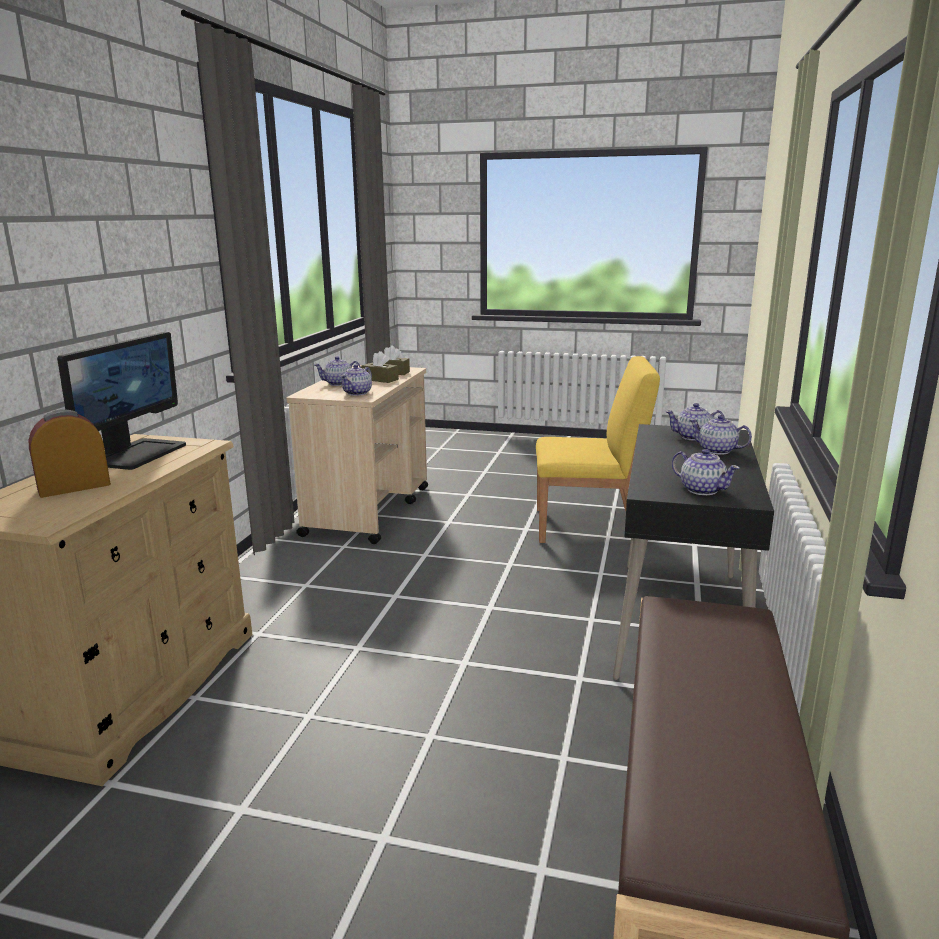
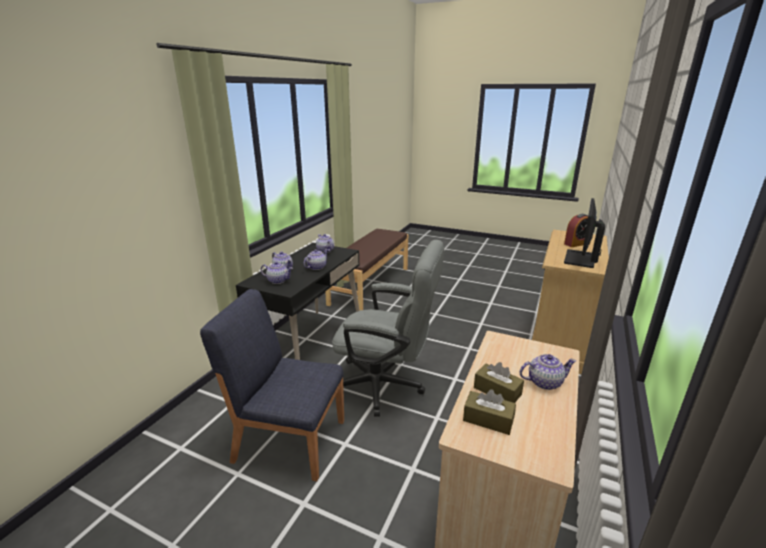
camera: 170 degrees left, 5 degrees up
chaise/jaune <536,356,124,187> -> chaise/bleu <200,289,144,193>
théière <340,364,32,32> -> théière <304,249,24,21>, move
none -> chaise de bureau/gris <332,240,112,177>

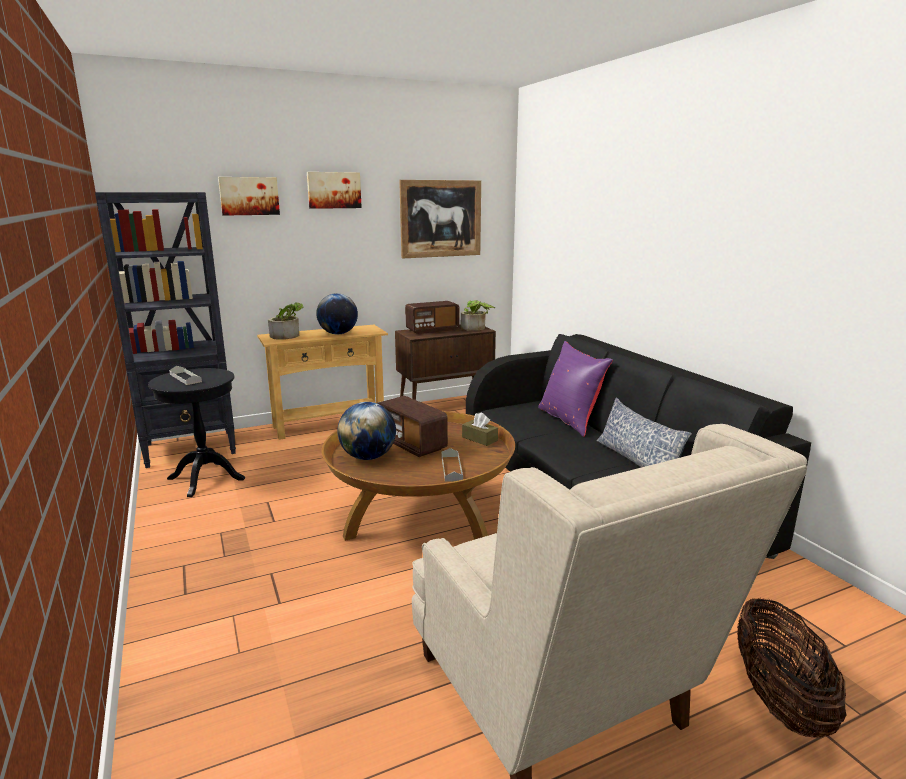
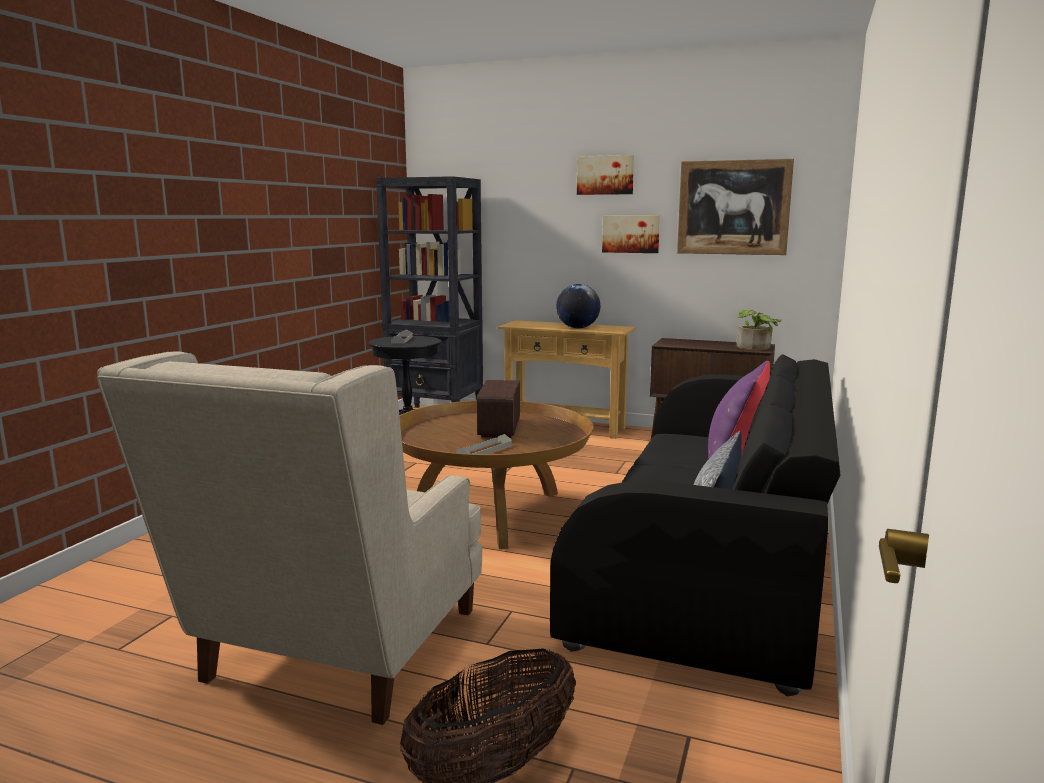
camera: 45 degrees right, 5 degrees down
tableau <218,177,62,39> -> tableau <602,215,58,38>, move
radio <405,301,54,33> -> none
plante en pot <268,302,36,38> -> none
globe <337,402,59,58> -> none
boîte à mouchoirs/marron <462,412,36,34> -> none

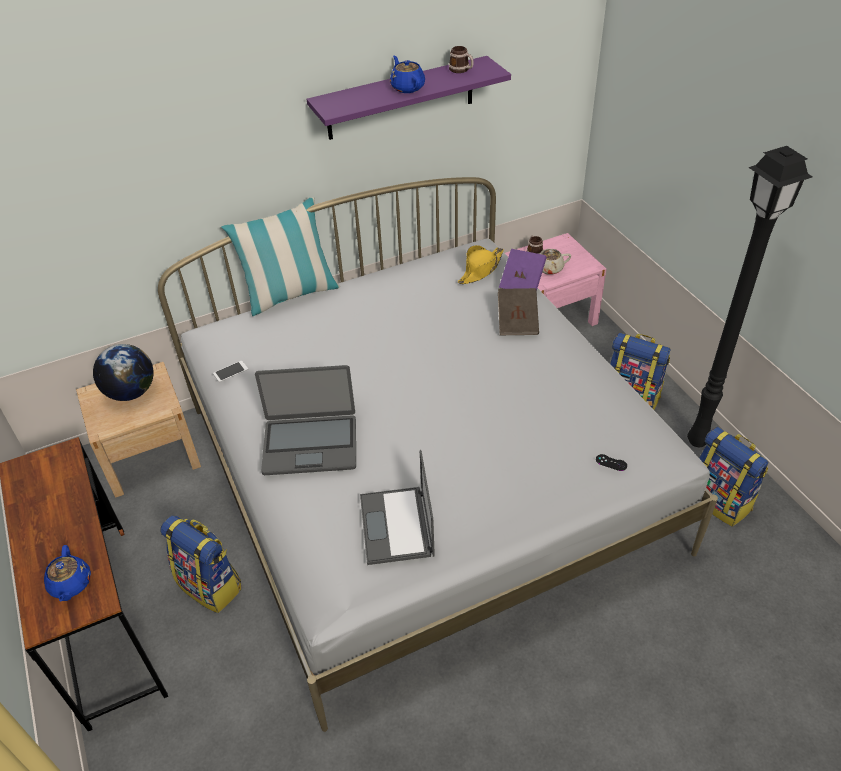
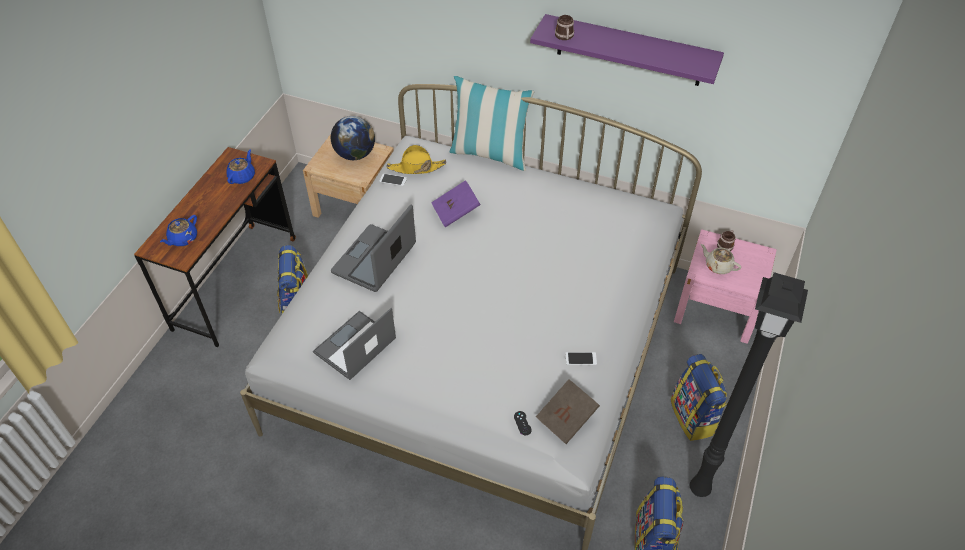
camera: 45 degrees right, 5 degrees up
mug <449,46,25,27> -> mug <555,15,19,25>, move
théière/bleu <390,56,35,37> -> théière/bleu <226,150,29,34>, move
chapeau/jaune <458,245,46,39> -> chapeau/jaune <387,145,59,29>, move
livre/violet <499,249,48,42> -> livre/violet <431,180,50,47>, move
livre/marron <498,288,41,47> -> livre/marron <536,379,64,65>, move
ordinateur portable <255,365,101,110> -> ordinateur portable <331,205,85,87>, 75 degrees clockwise
none -> téléphone <566,352,31,13>

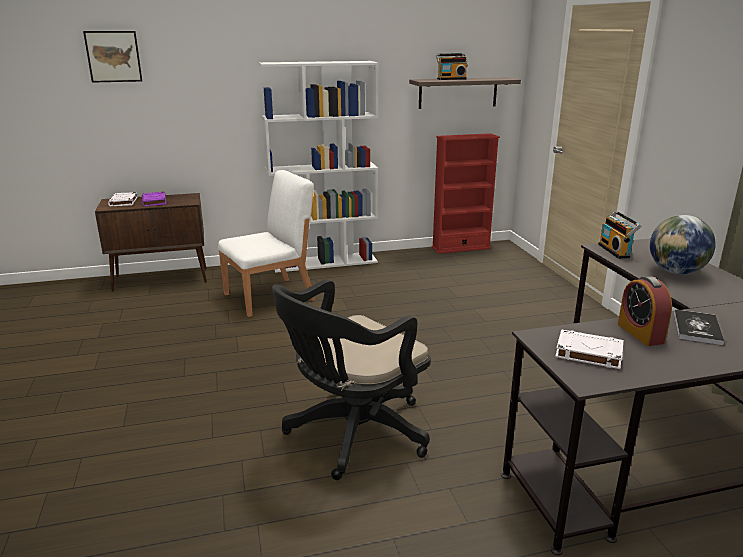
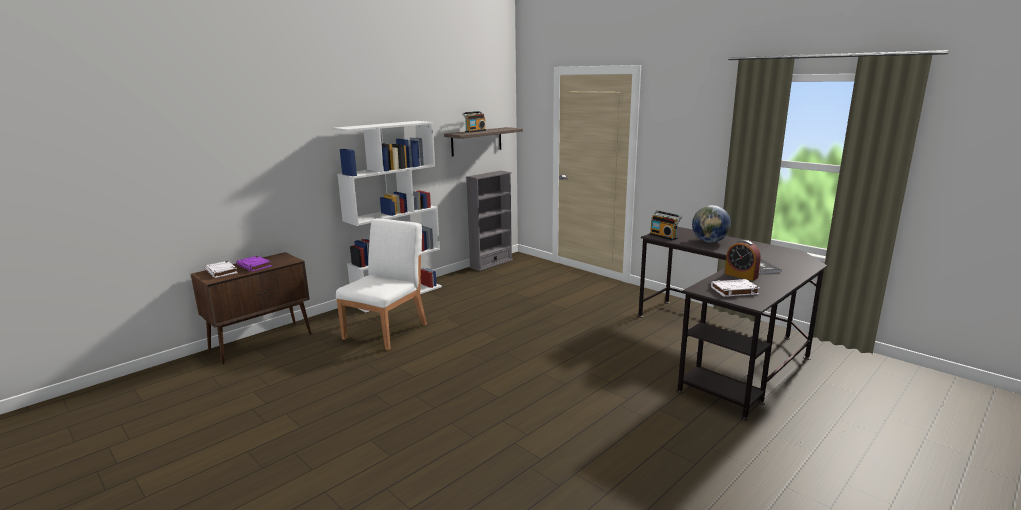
camera: 30 degrees left, 5 degrees down
tableau <83,31,59,52> -> none
bibliothèque/rouge <432,133,68,121> -> bibliothèque/gris <466,171,47,100>
chaise de bureau/noir <272,279,159,201> -> none

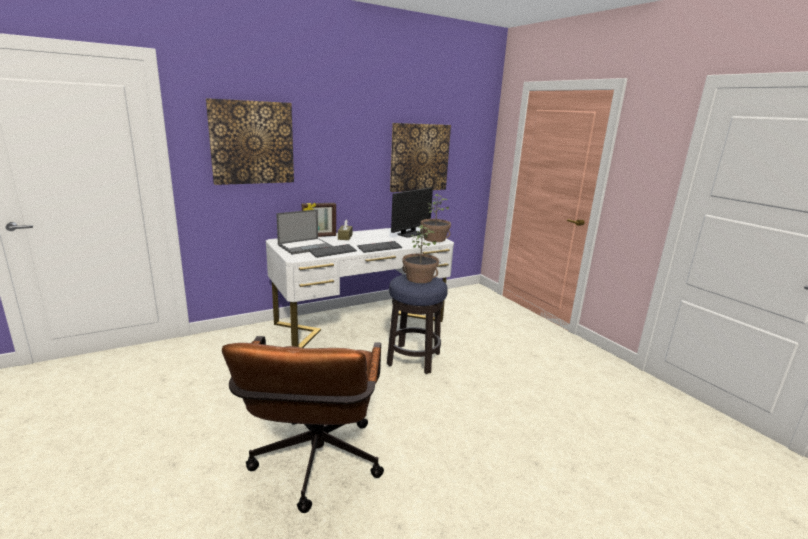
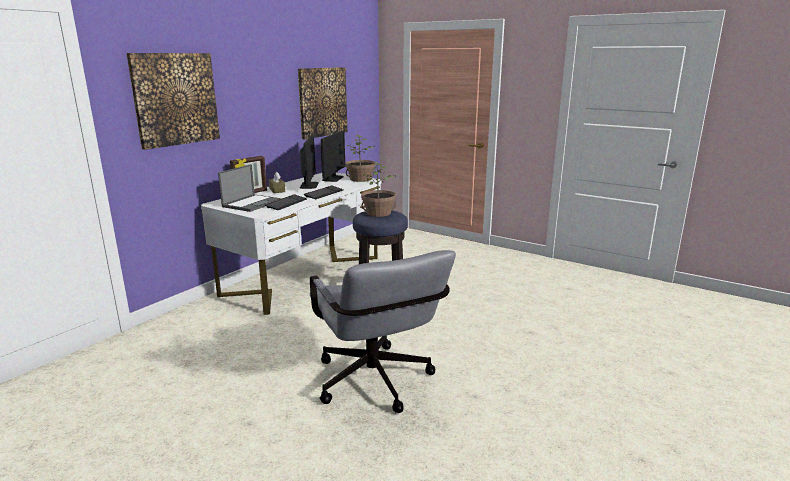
camera: 25 degrees left, 0 degrees up
chaise de bureau/marron <222,336,162,177> -> chaise de bureau/gris <310,250,146,163>
none -> écran d'ordinateur <300,134,19,55>

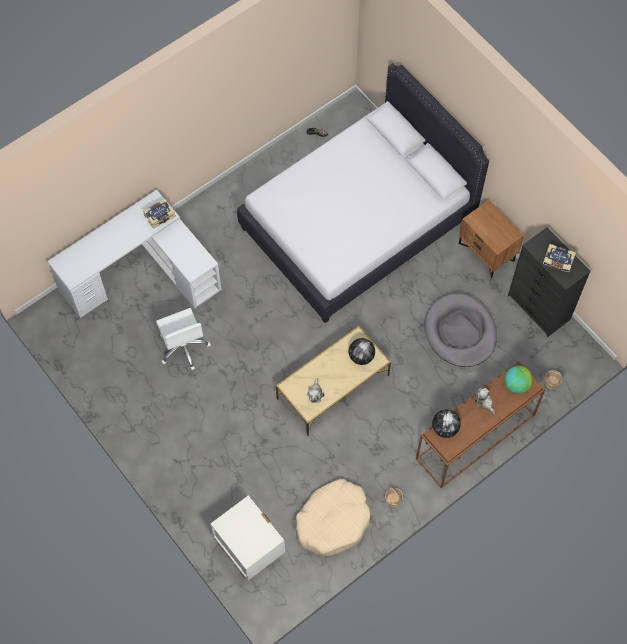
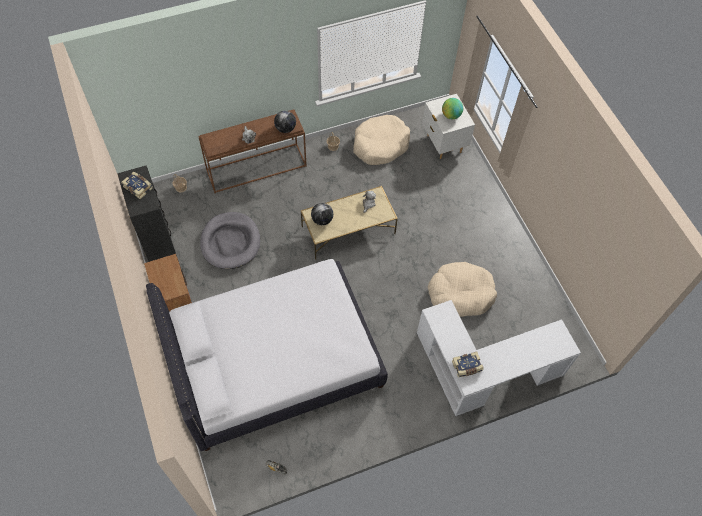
camera: 165 degrees left, 5 degrees down
chaise de bureau/blanc <156,308,55,62> -> panier pour chien/beige <428,262,69,55>
globe <504,366,29,28> -> globe <442,98,21,21>, move

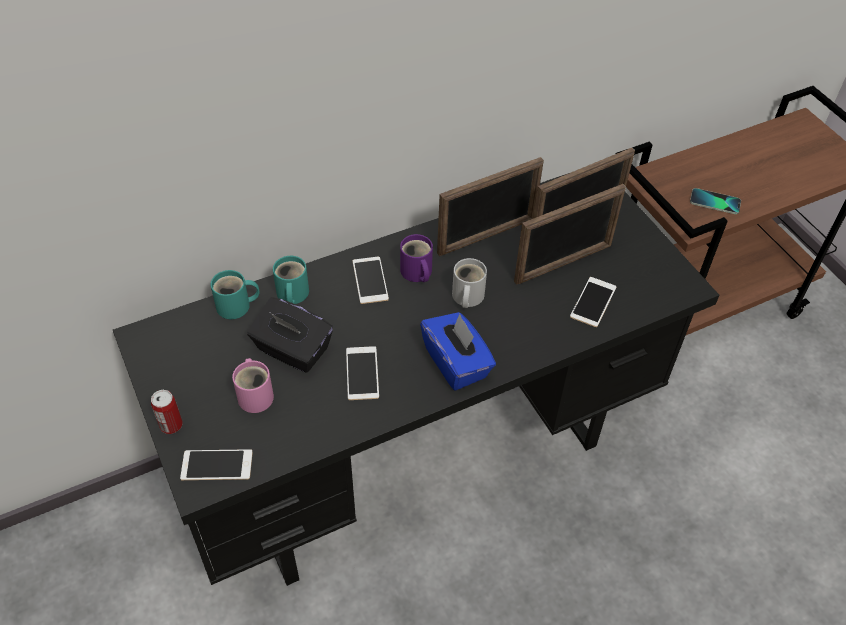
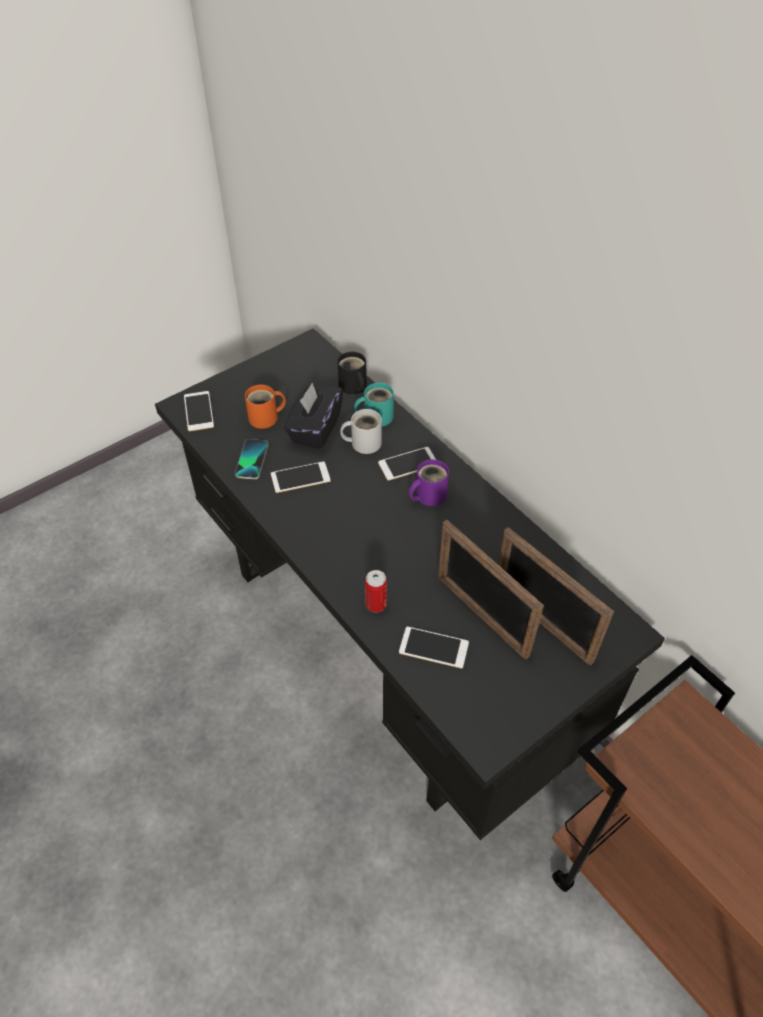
camera: 80 degrees right, 0 degrees up
cadre photo <437,157,107,99> -> none
téléphone <690,188,51,26> -> téléphone <235,439,33,41>, move
mug/blanc <452,258,35,50> -> mug/blanc <340,409,42,45>, move
mug/turquoise <211,270,49,49> -> mug/noir <337,352,30,42>
boîte à mouchoirs/bleu <420,312,76,79> -> none
mug/rose <232,358,42,55> -> mug/orange <245,385,41,44>
boîte métallique <151,390,32,44> -> boîte métallique <365,570,22,42>, move

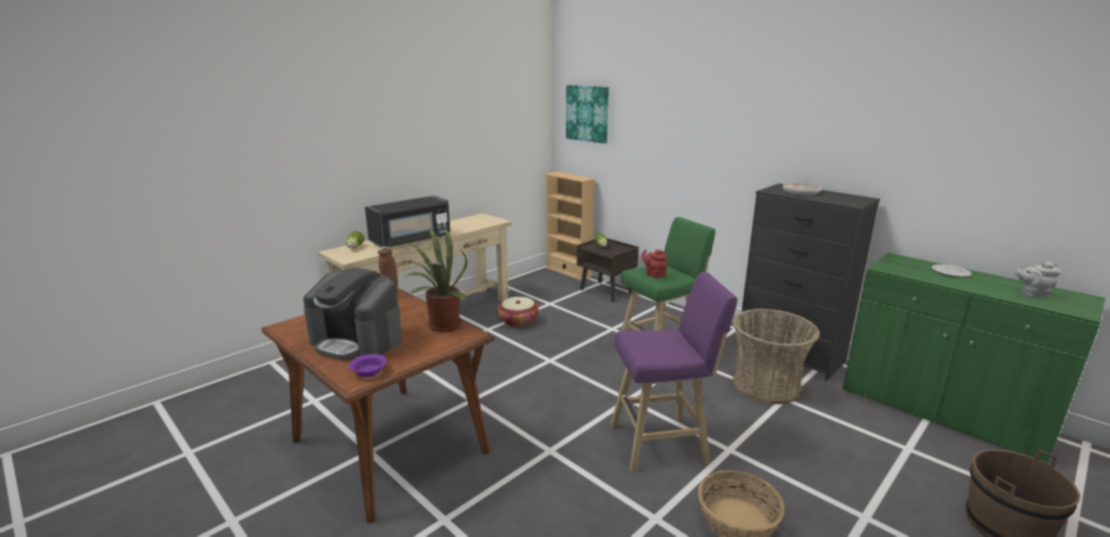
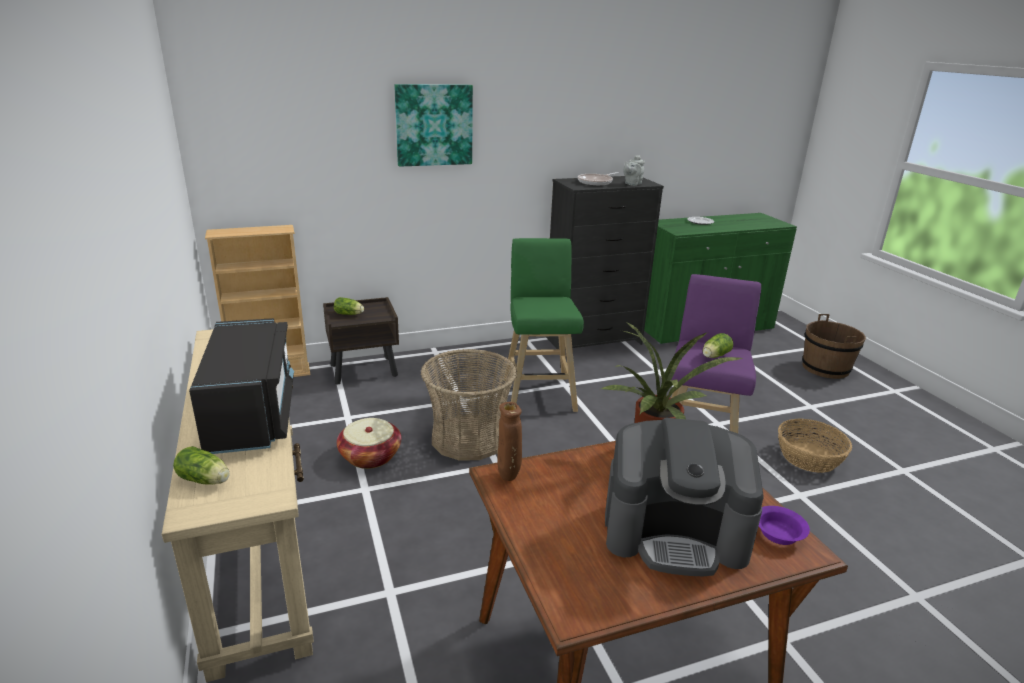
camera: 65 degrees left, 5 degrees up
tableau <566,85,43,59> -> tableau <394,84,79,83>, move
théière/rouge <642,249,25,29> -> none
théière/gris <1015,262,46,37> -> théière/gris <623,155,22,31>, move
machine à café <303,267,99,93> -> machine à café <605,418,159,158>, 45 degrees clockwise
panier <732,309,88,95> -> panier <420,349,97,112>, move
none -> laitue <703,333,30,25>

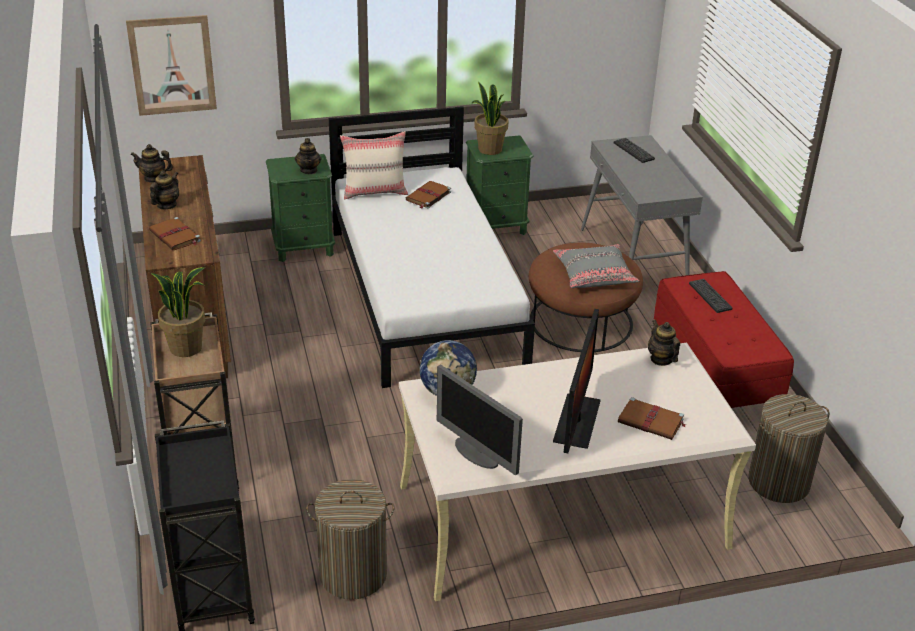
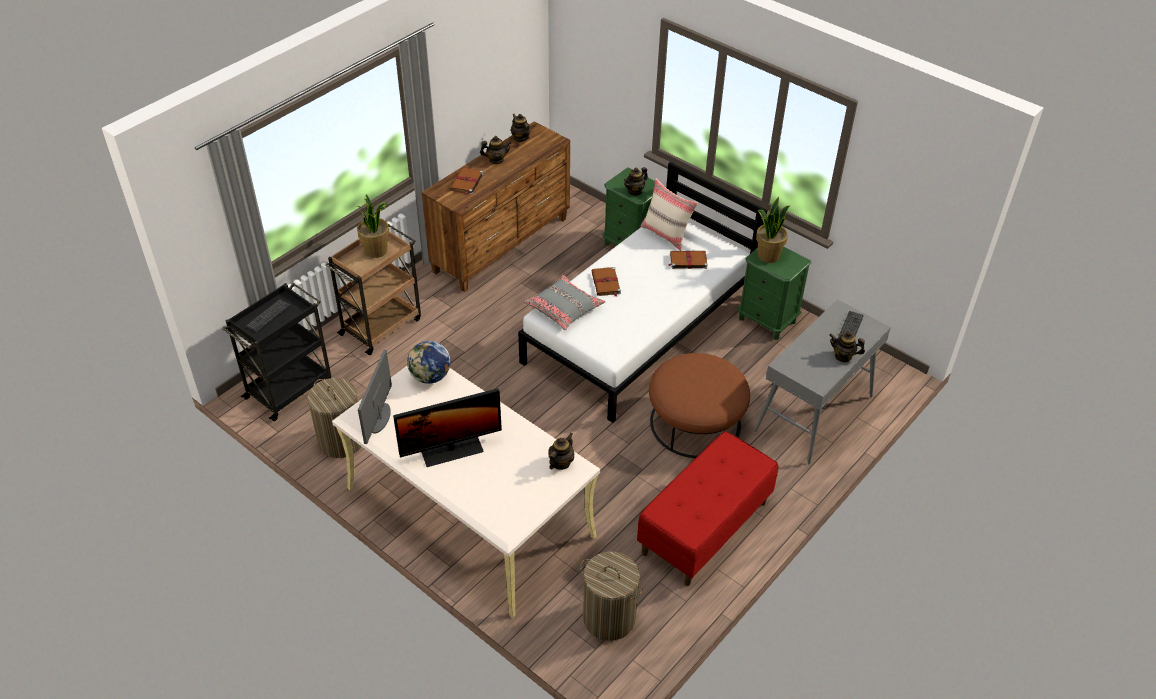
camera: 55 degrees right, 10 degrees up
tableau <126,15,91,101> -> none
coussin/gris <553,244,86,44> -> coussin/gris <524,275,81,55>, move
clavier <689,279,43,34> -> clavier <247,300,44,33>, move
livre/marron <618,397,68,43> -> livre/marron <591,267,30,29>, move
none -> théière <829,331,36,31>

